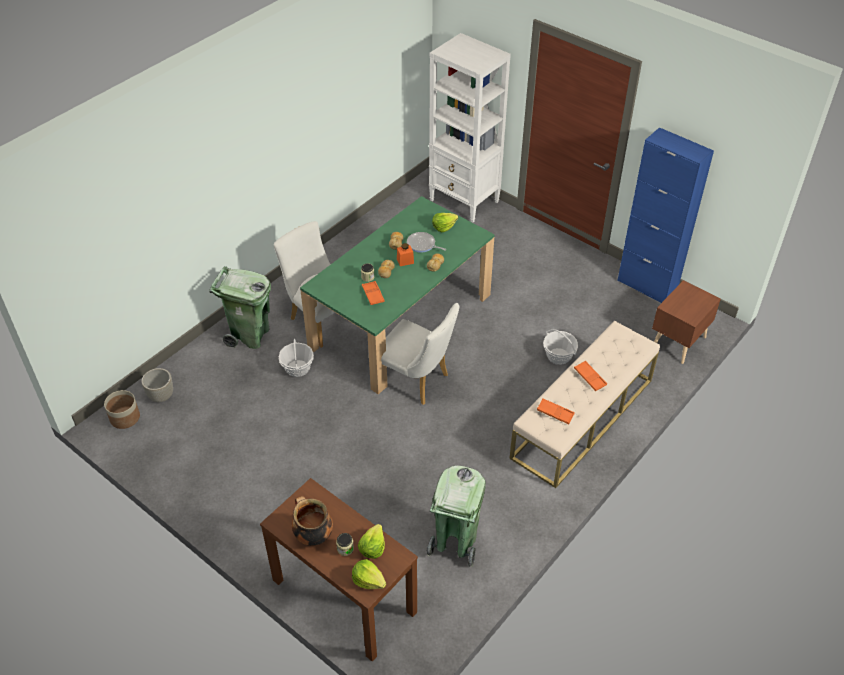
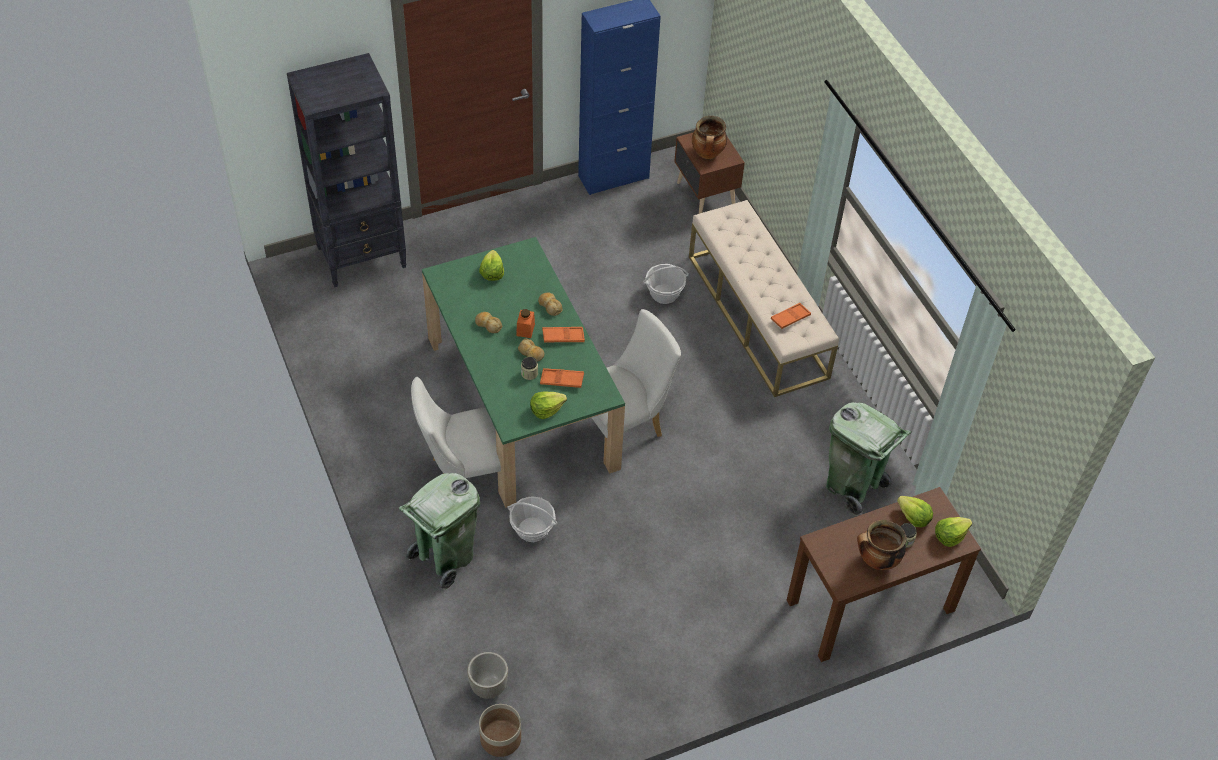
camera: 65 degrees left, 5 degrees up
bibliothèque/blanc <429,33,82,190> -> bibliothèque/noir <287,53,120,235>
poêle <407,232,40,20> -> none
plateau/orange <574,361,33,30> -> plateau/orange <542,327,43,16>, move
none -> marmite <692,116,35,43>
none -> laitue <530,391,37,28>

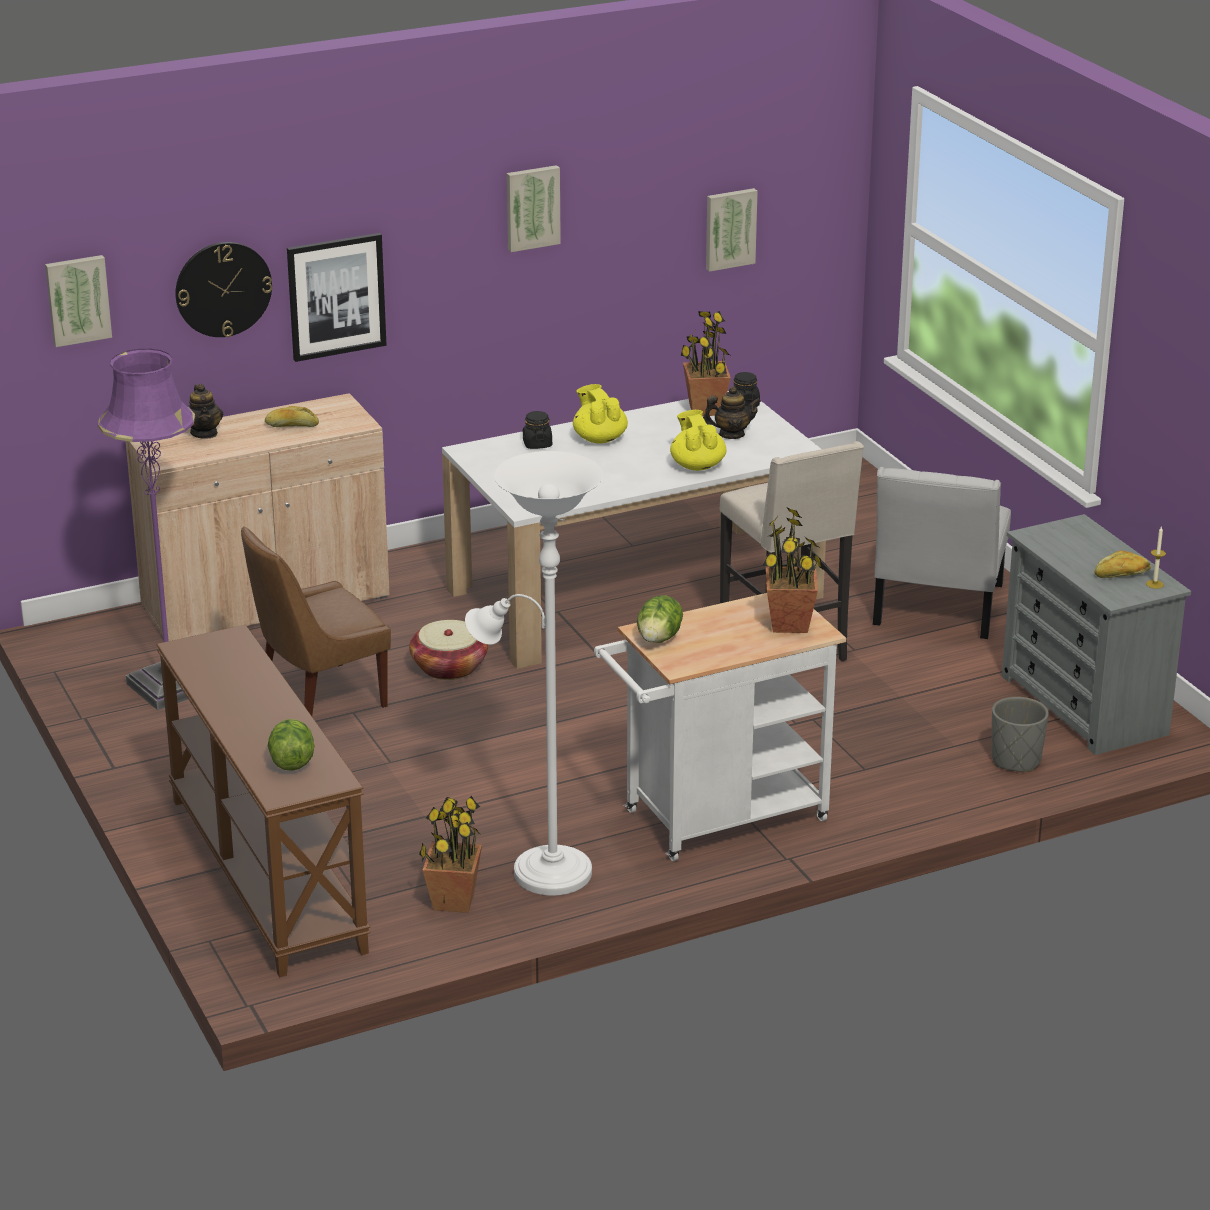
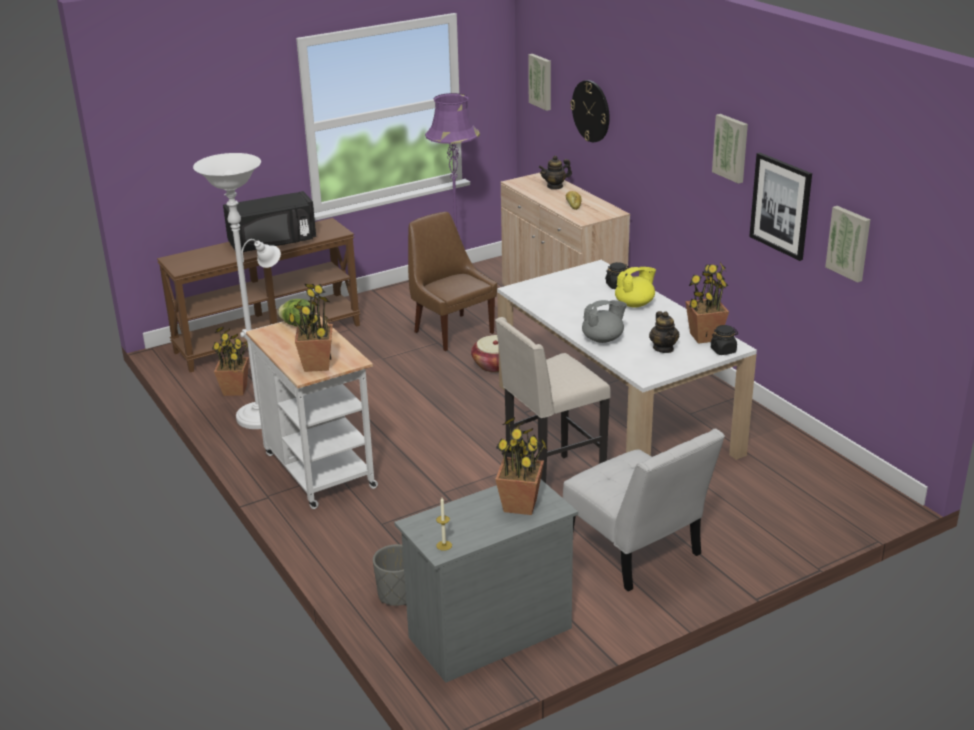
camera: 85 degrees right, 0 degrees up
tableau <287,233,99,129> -> tableau <749,153,63,108>, move
théière/jaune <670,410,56,61> -> théière/gris <582,300,45,43>
chaise/blanc <873,467,138,172> -> chaise/blanc <563,429,162,163>, 135 degrees counterclockwise
pain <1094,550,57,28> -> none
laitue <268,719,47,52> -> none
none -> micro-ondes/noir <223,191,93,61>
none -> plante en pot <495,417,53,98>

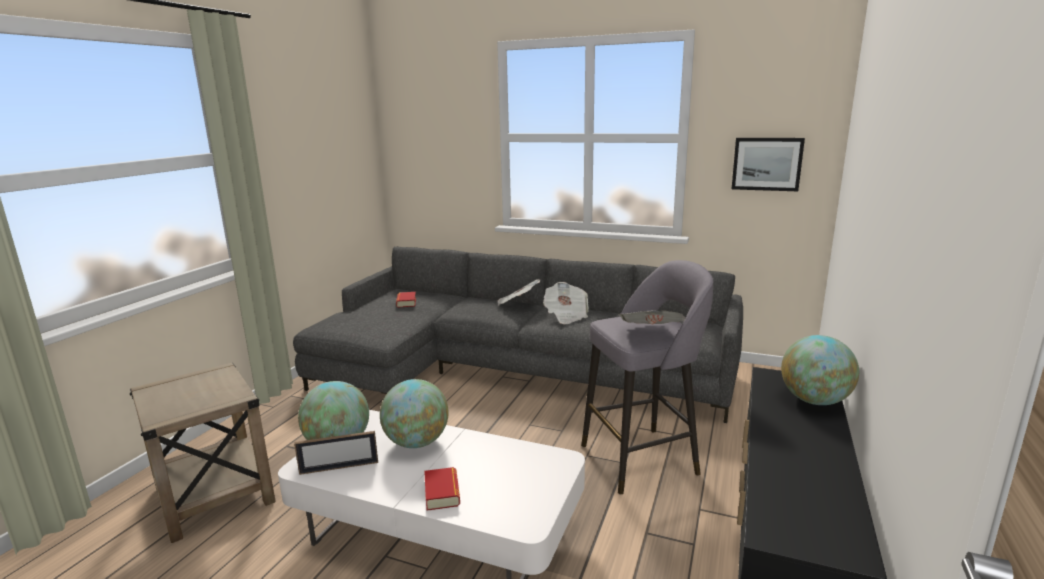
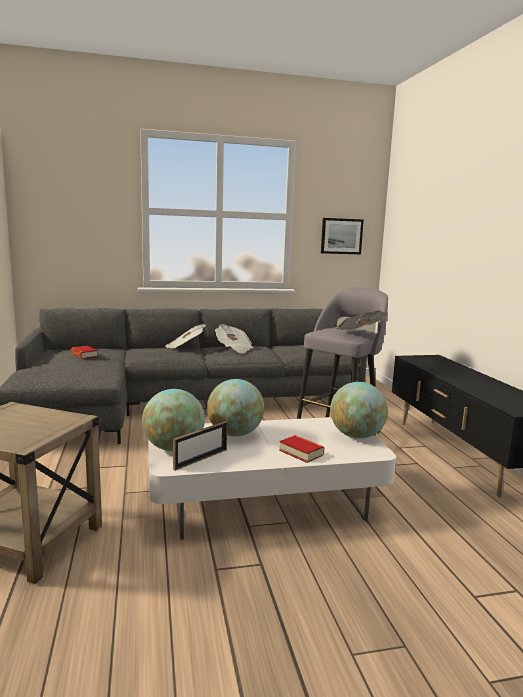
camera: 35 degrees left, 5 degrees down
globe <781,335,78,70> -> globe <330,382,58,57>, move

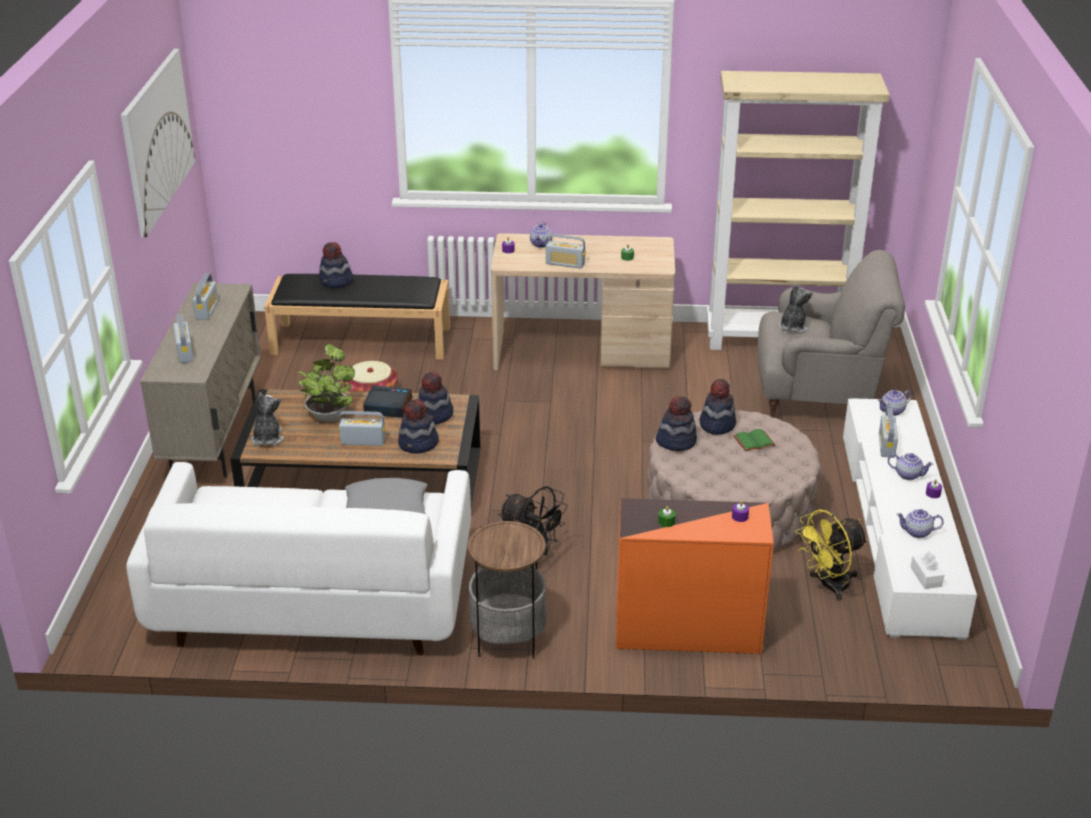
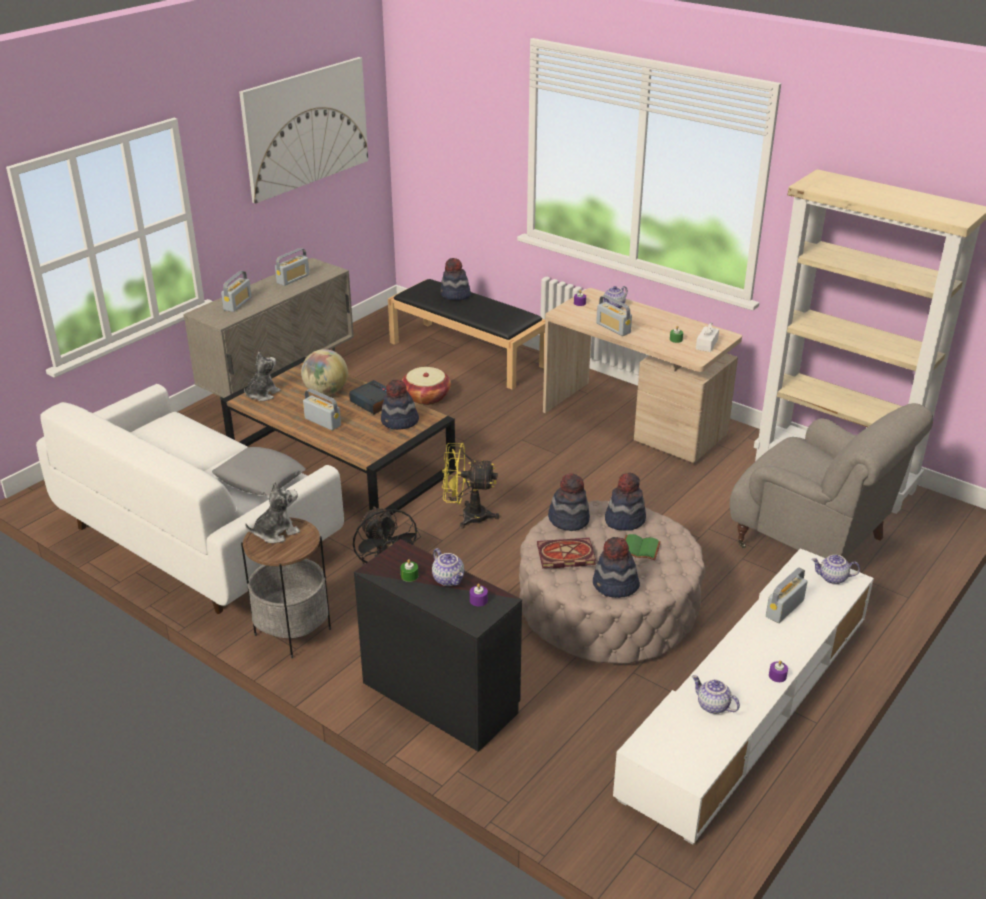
camera: 35 degrees right, 0 degrees up
peluche <778,284,35,50> -> peluche <245,481,55,62>, move
plante en pot <297,344,58,78> -> globe <301,349,47,47>
chapeau <398,399,41,55> -> chapeau <593,537,47,61>, move
théière <888,453,46,27> -> théière <432,548,32,38>, move
commode/orange <616,498,158,156> -> commode/noir <354,539,168,213>
ventilateur/jaune <795,509,73,92> -> ventilateur/jaune <442,443,57,86>, move
boîte à mouchoirs/blanc <910,551,34,38> -> boîte à mouchoirs/blanc <696,323,23,29>, move
none -> livre <537,538,59,30>

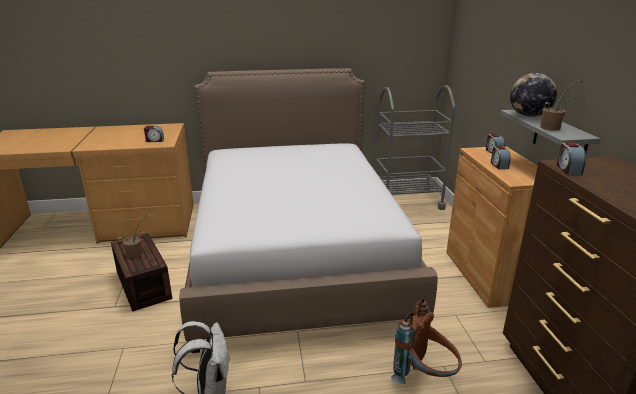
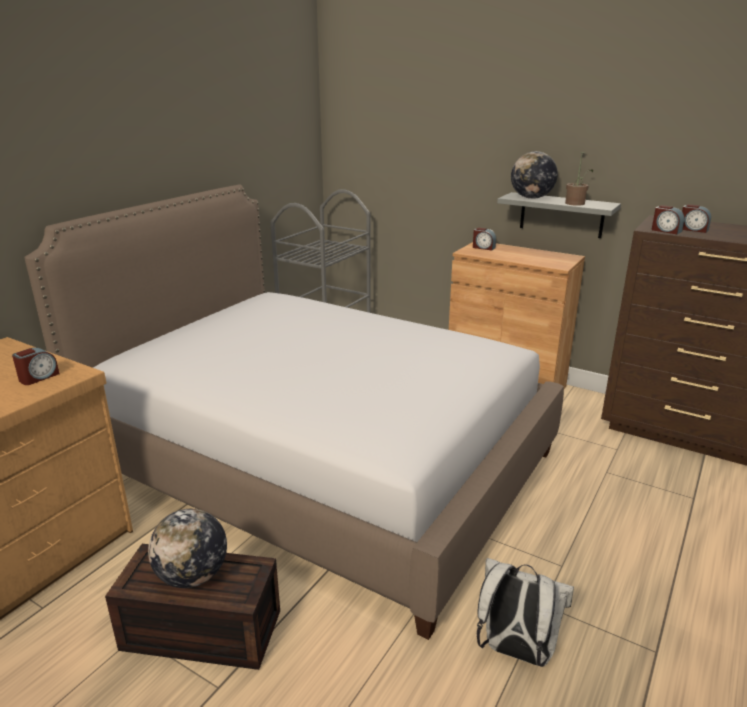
camera: 50 degrees left, 0 degrees up
réveil <491,146,20,23> -> réveil <682,204,29,29>, move
plante en pot <117,214,37,44> -> globe <148,509,79,79>
sac à dos/marron <391,298,71,86> -> none

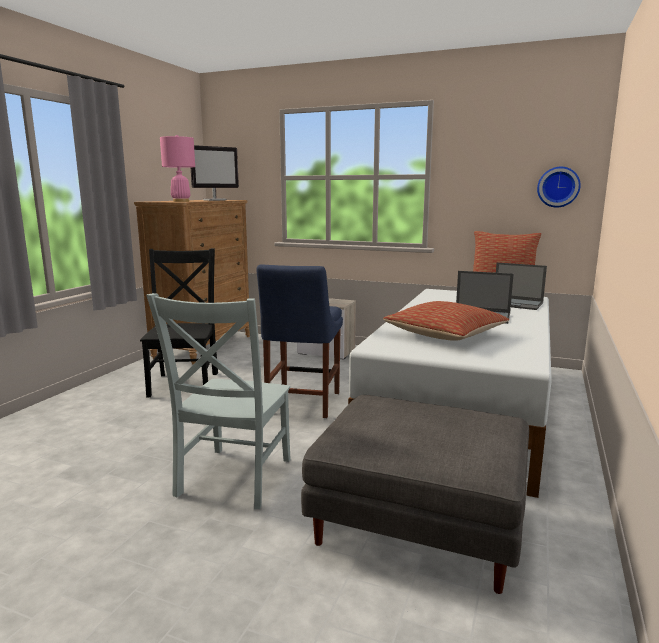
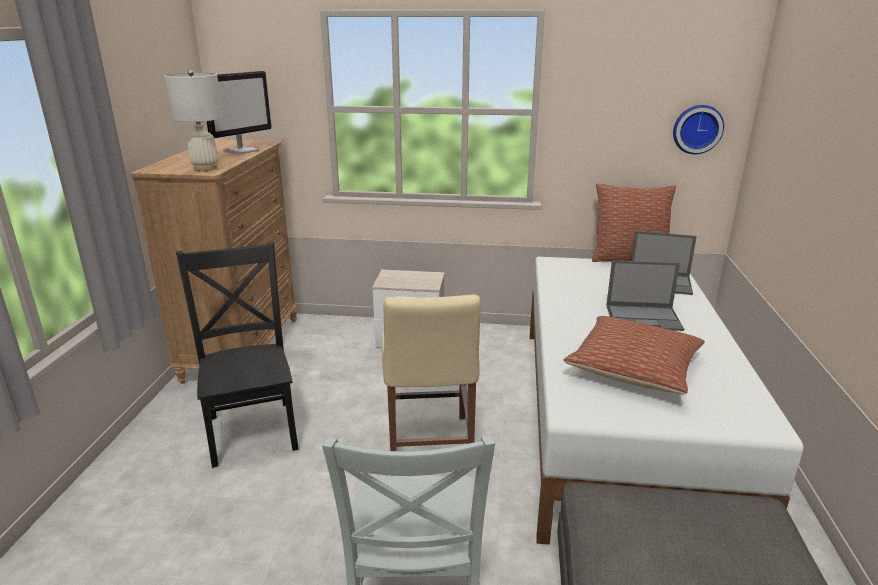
camera: 15 degrees left, 10 degrees up
lampe de table/rose <160,135,35,67> -> lampe de table/blanc <164,70,59,101>
chaise/bleu <257,265,86,153> -> chaise/beige <382,295,99,156>

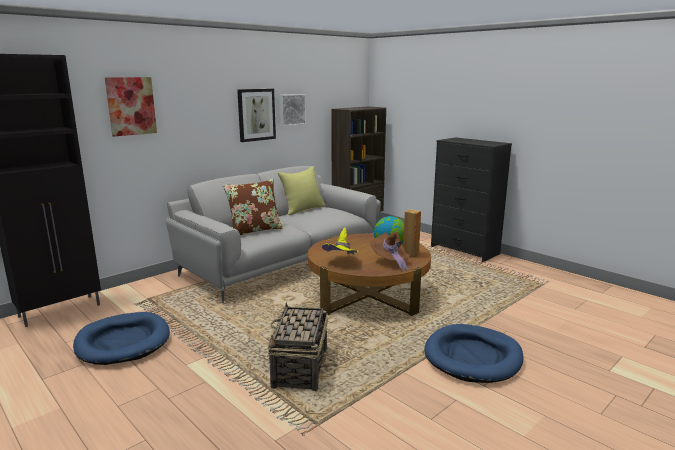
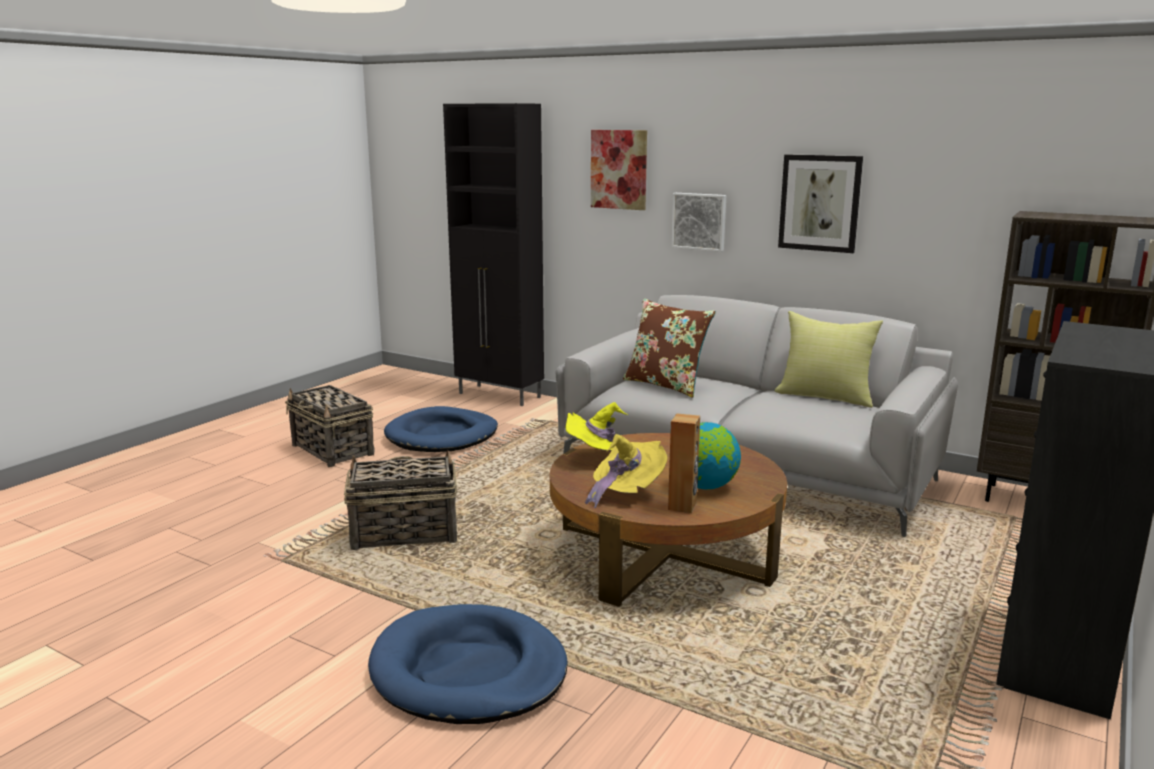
camera: 75 degrees right, 0 degrees up
tableau <280,94,26,32> -> tableau <671,193,55,59>, move
chapeau/marron <370,232,40,40> -> chapeau/jaune <585,434,83,74>
none -> panier <285,385,90,82>

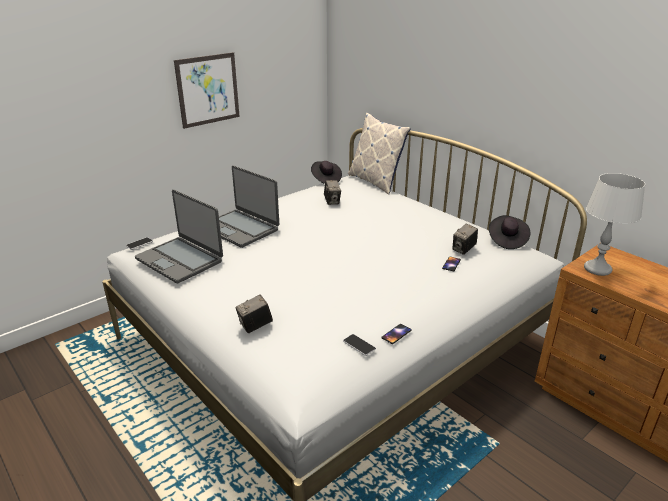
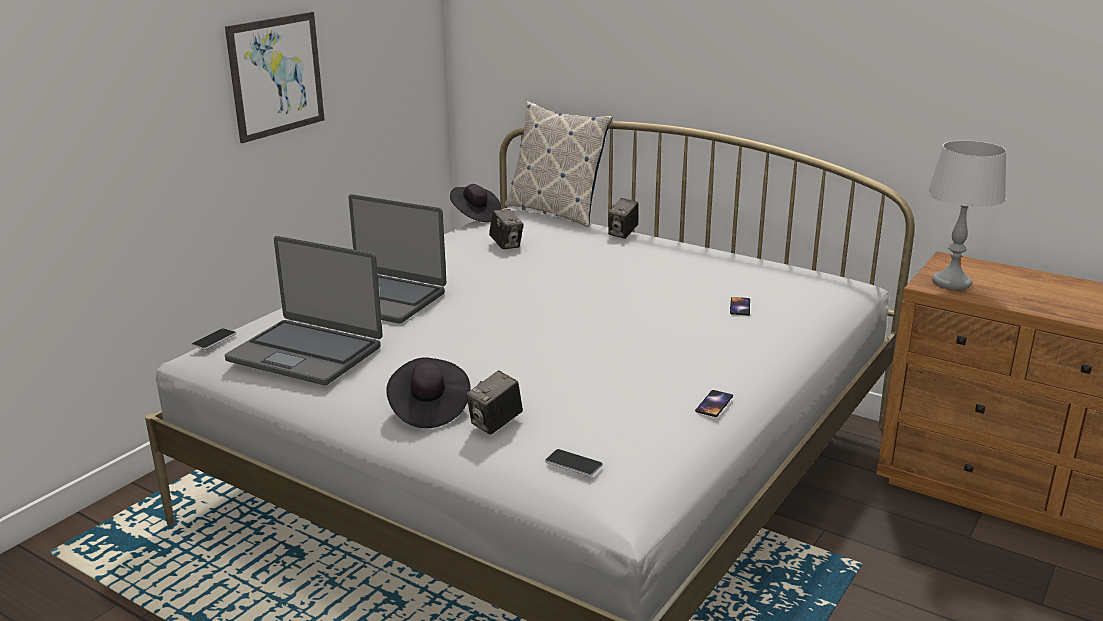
camera: 15 degrees left, 5 degrees down
chapeau/noir <489,215,41,34> -> chapeau/noir <386,357,85,71>, move
appareil photo <452,223,26,32> -> appareil photo <608,198,31,41>, move
téléphone <343,334,33,22> -> téléphone <545,449,58,28>, move

